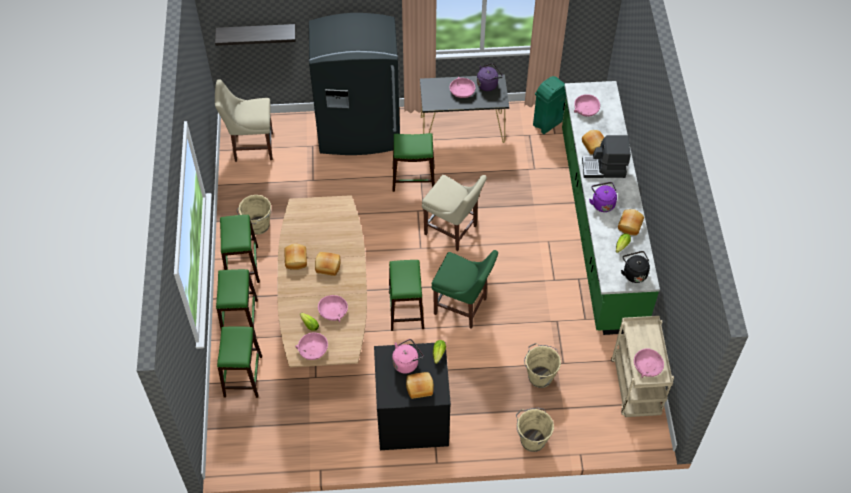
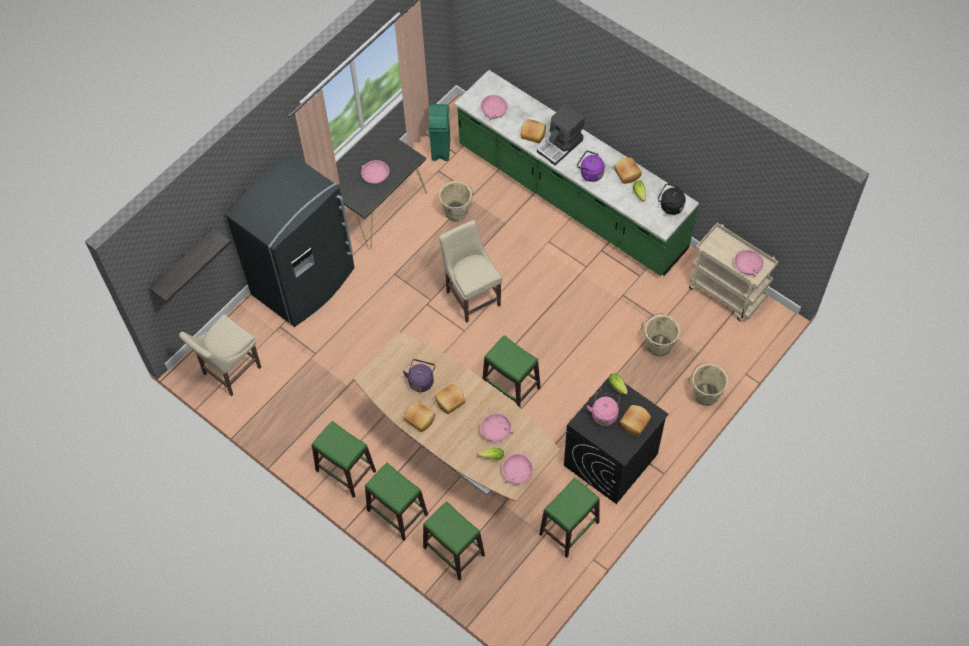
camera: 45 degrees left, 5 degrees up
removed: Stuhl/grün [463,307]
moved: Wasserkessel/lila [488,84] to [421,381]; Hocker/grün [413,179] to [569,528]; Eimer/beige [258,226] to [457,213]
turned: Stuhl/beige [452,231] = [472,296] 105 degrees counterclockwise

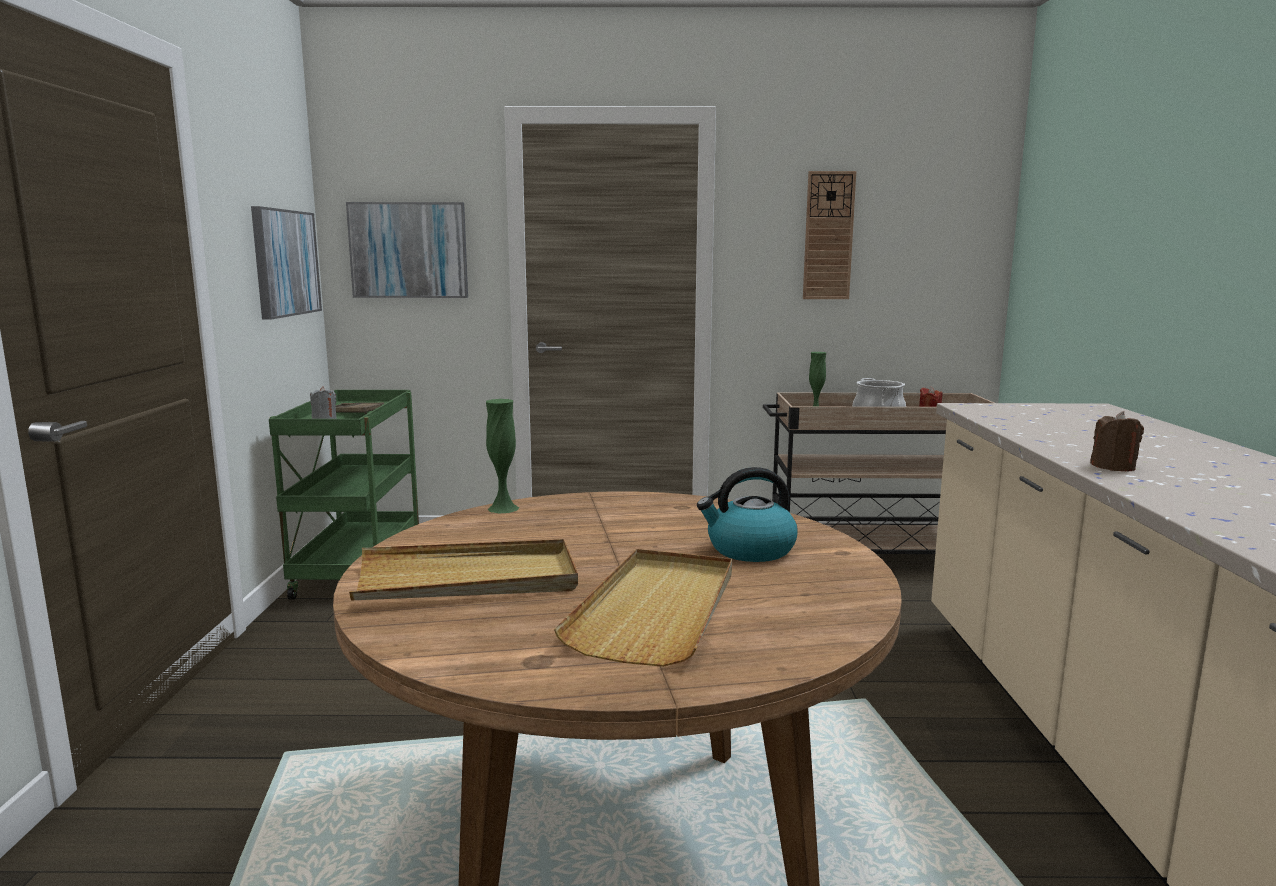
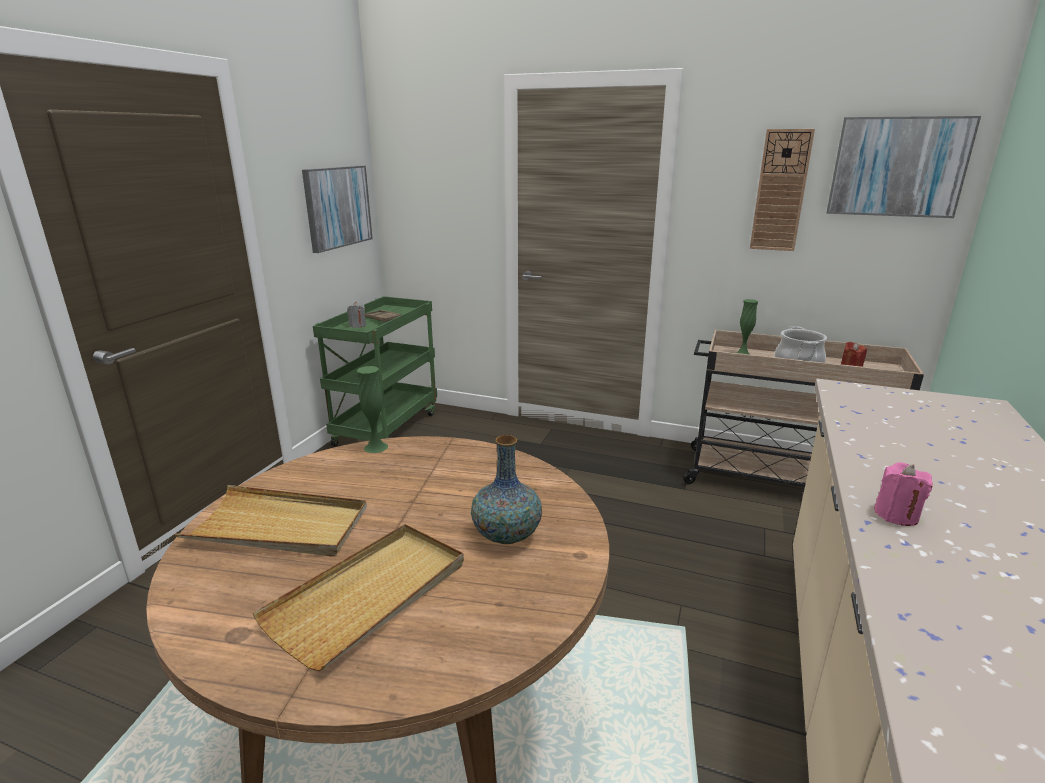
camera: 20 degrees right, 10 degrees up
moved: Bild [409,250] to [898,167]
replaced: Wasserkessel [749,550] to Vase [507,535]
recoloured: Kerze/braun [1113,467] to Kerze/rosa [896,515]

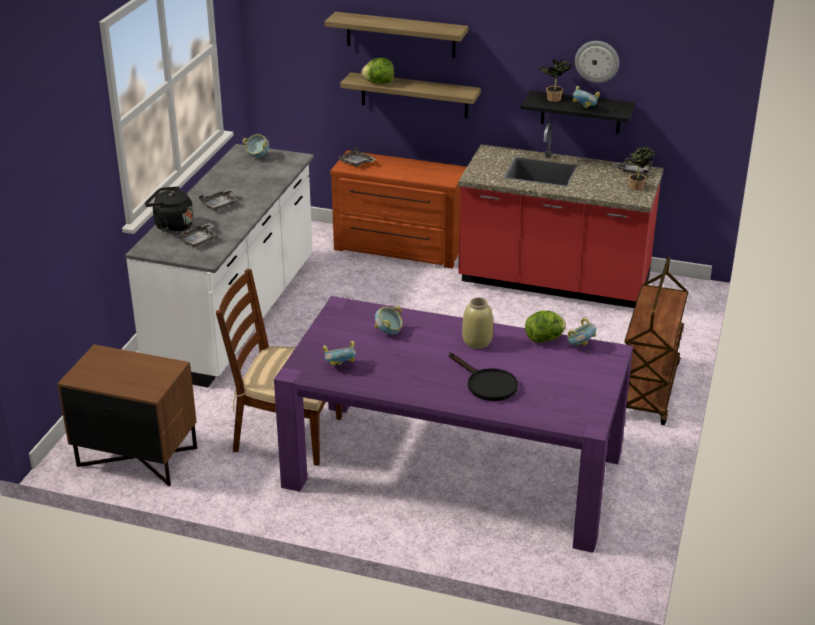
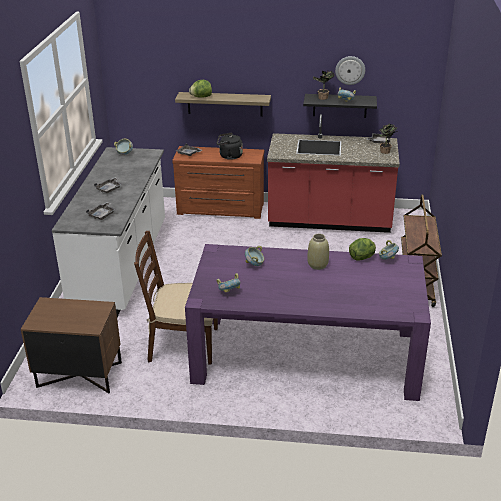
camera: 10 degrees left, 0 degrees up
removed: Wandregal [400,35]; Pfanne/schwarz [487,384]
moved: Wasserkessel/schwarz [171,226] to [229,156]

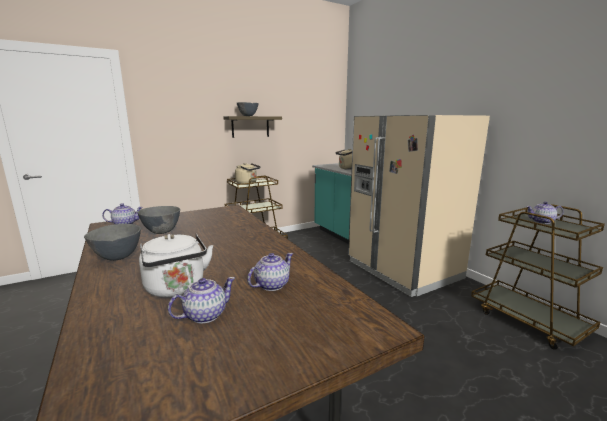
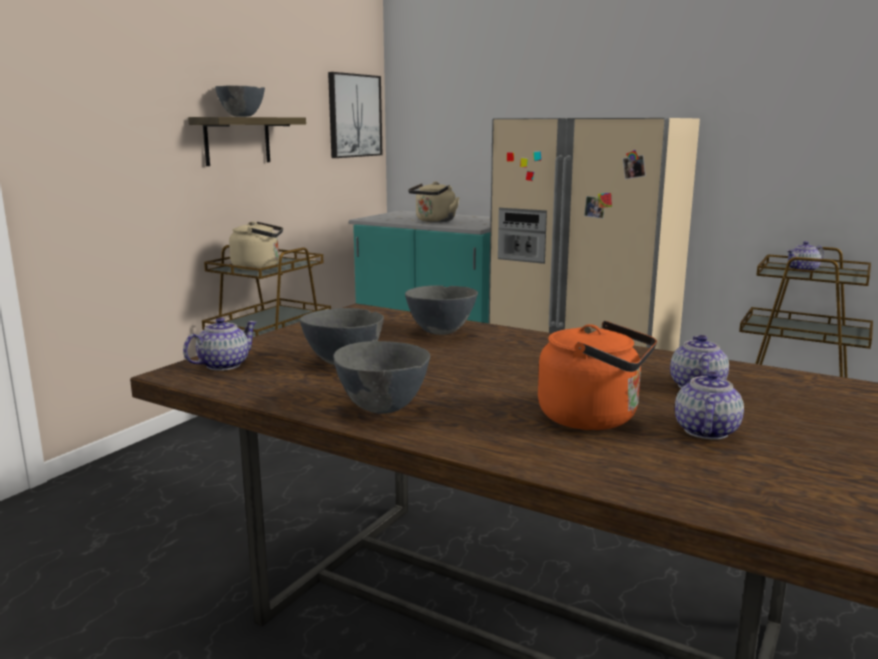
camera: 30 degrees left, 0 degrees up
added: Bild [354,116]; Schüssel/grau [440,332]
recoloured: Wasserkessel/weiß [177,288] to Wasserkessel/orange [594,418]

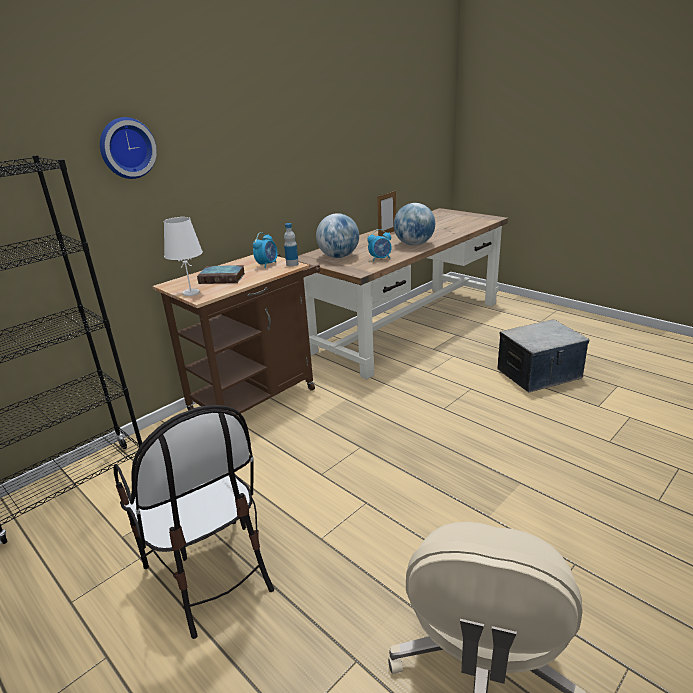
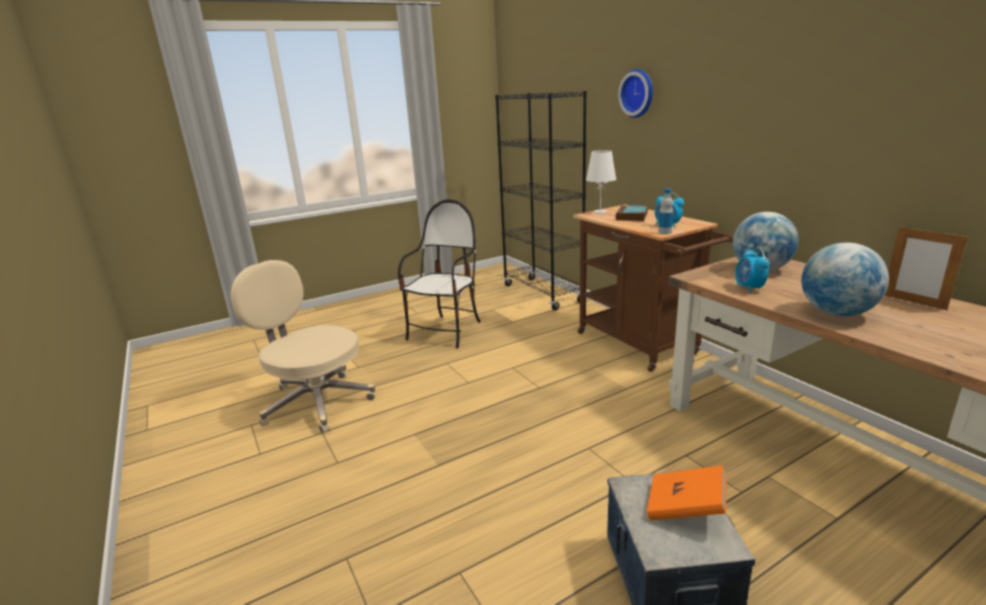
camera: 105 degrees right, 5 degrees down
added: Buch/orange [685,509]
turned: Stuhl [209,574] = [446,332] 135 degrees clockwise

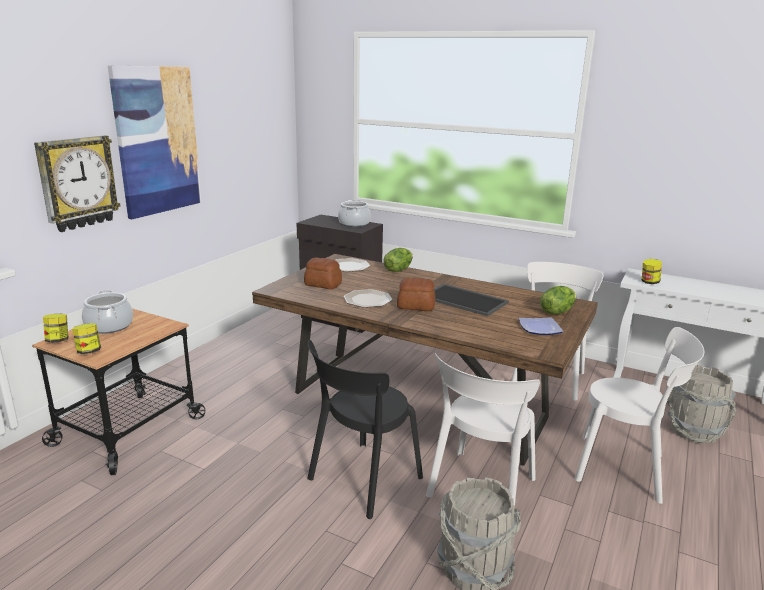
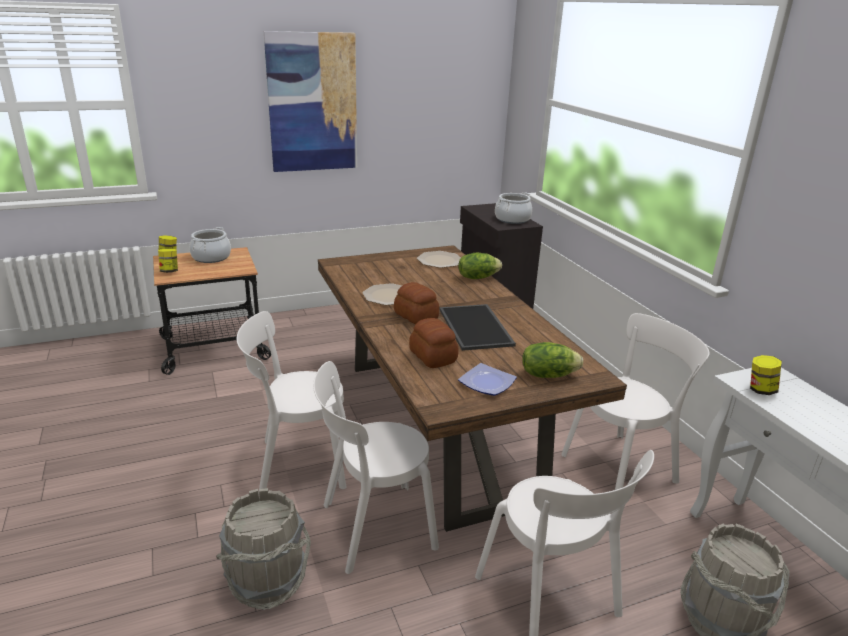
camera: 40 degrees right, 5 degrees up
removed: Wanduhr [77,183]
moved: Brot [323,285] to [432,357]
recoloured: Stuhl/schwarz [361,480] to Stuhl/weiß [297,463]

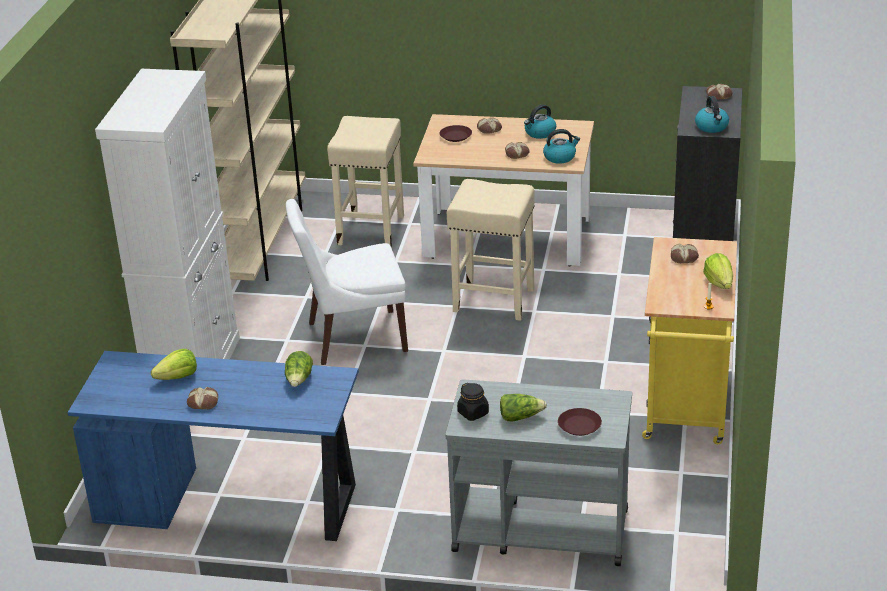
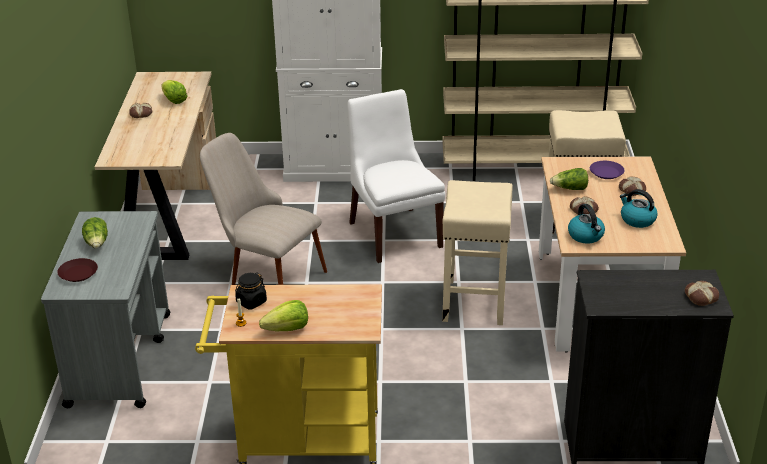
camera: 80 degrees right, 0 degrees up
removed: Wasserkessel [712,127]; Brot [684,257]
added: Stuhl/beige [266,275]
moved: Salatkopf [299,380] to [570,189]; Vorratsglas/schwarz [473,413] to [251,302]
recoloured: Teller/braun [455,136] to Teller/lila [606,173]; Schreibtisch/blau [231,503] to Schreibtisch/beige [169,209]

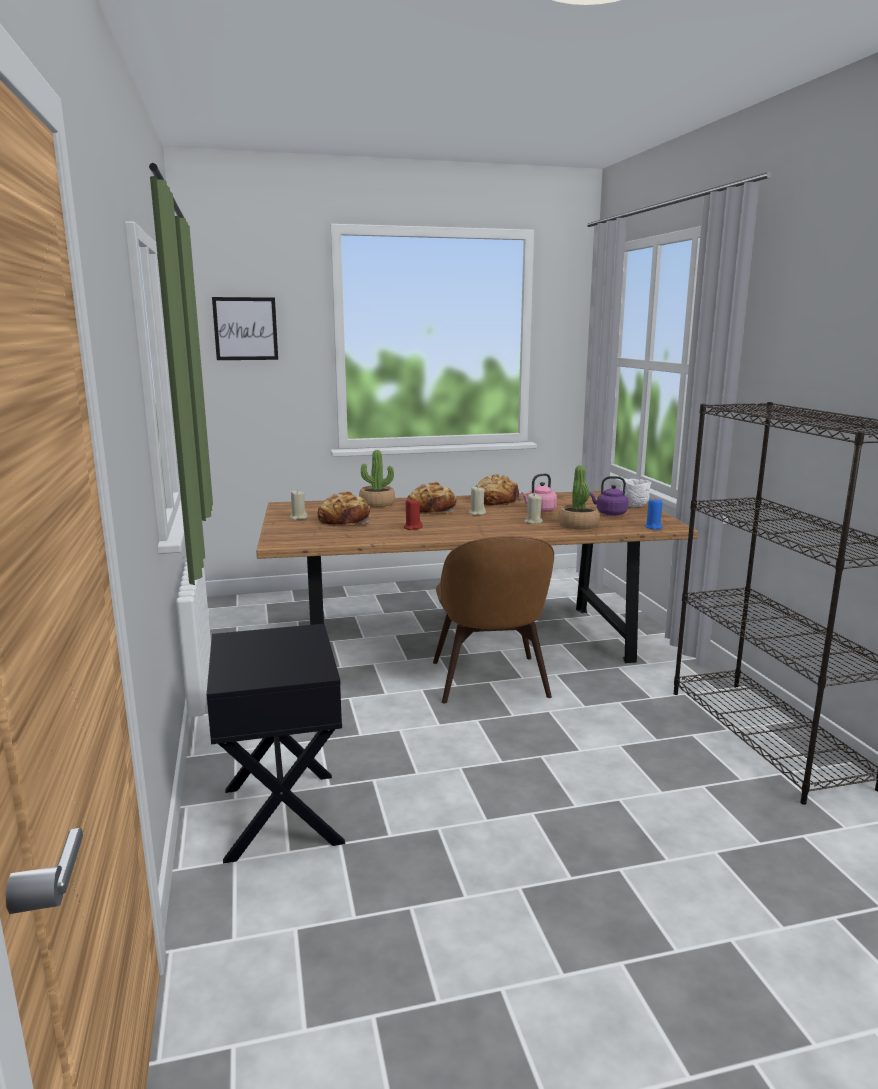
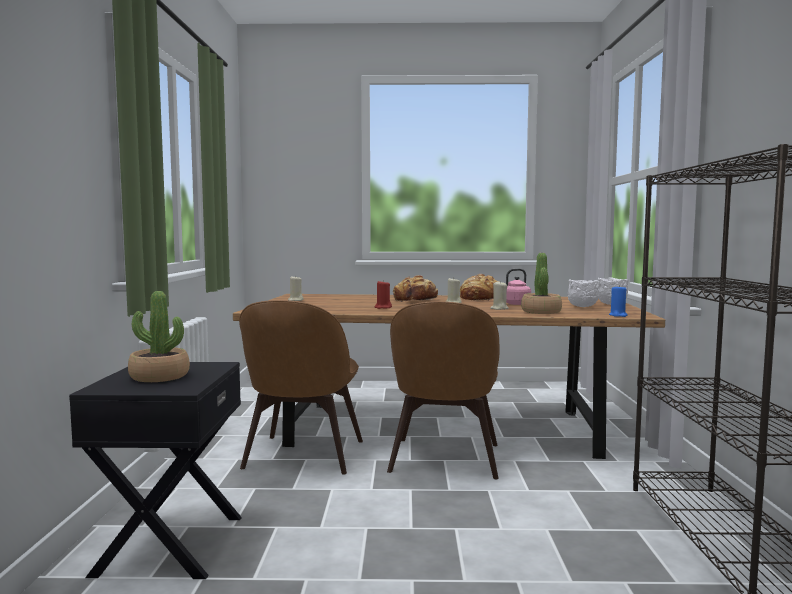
camera: 15 degrees right, 10 degrees down
removed: Bild [245,329]; Brot [345,521]
added: Stuhl/braun [303,456]
moved: Topfpflanze [377,504] to [159,376]
replaced: Wasserkessel/lila [609,513] to Schüssel/weiß [582,307]

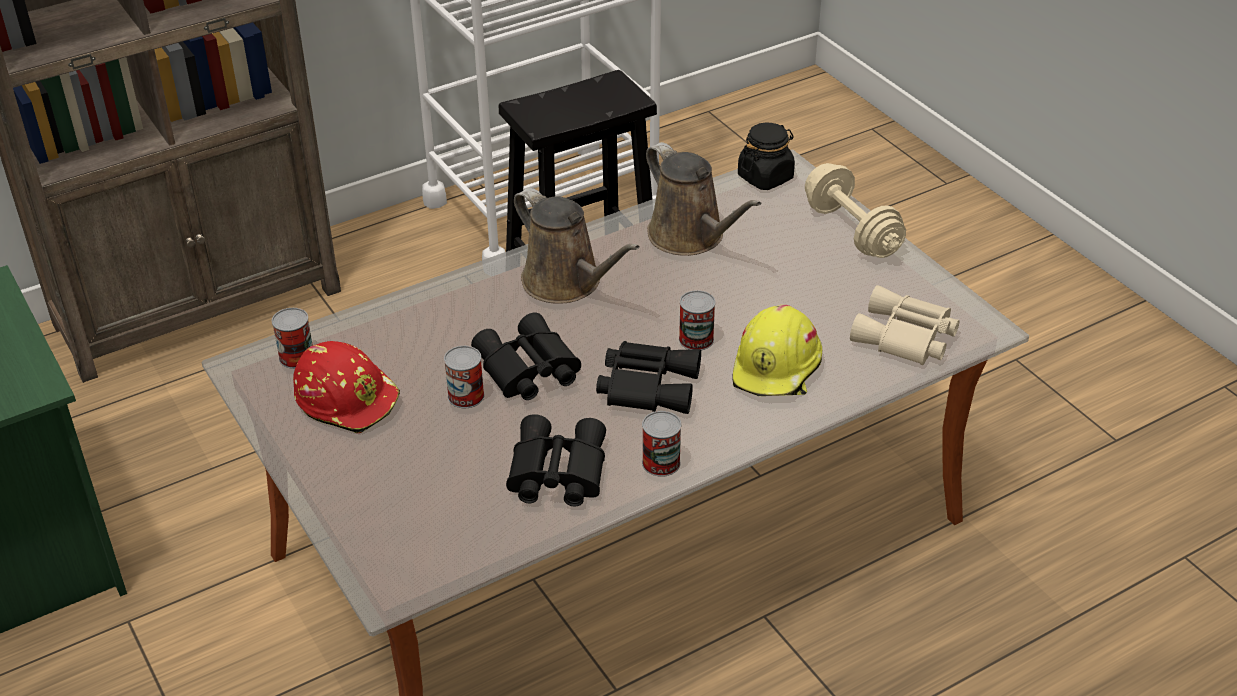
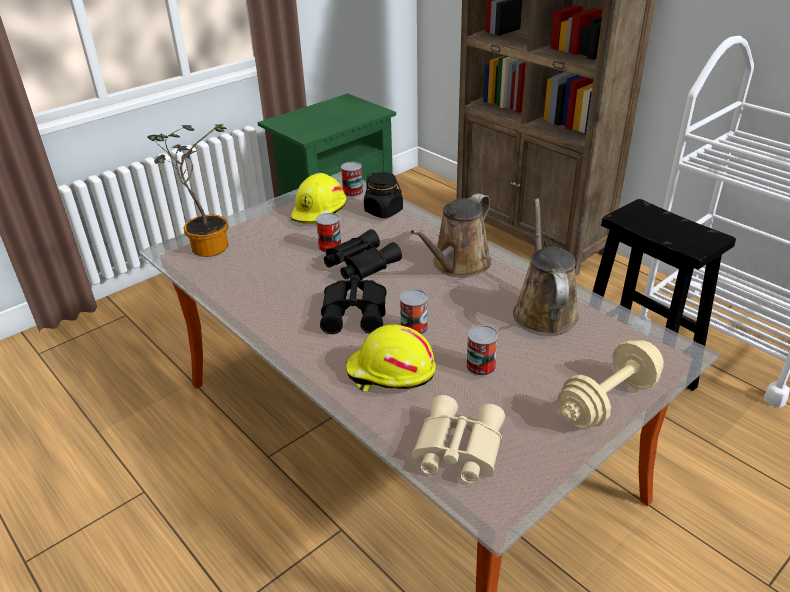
camera: 80 degrees right, 5 degrees down
removed: Fernglas/schwarz [555,473]
added: Topfpflanze [206,245]
moved: Vorratsglas/schwarz [765,177] to [384,211]; Dose [661,463] to [481,366]
recoloured: Schutzhelm/rot [348,398] to Schutzhelm/gelb [320,212]
turned: Gießkanne/braun [691,237] = [543,310] 135 degrees clockwise

